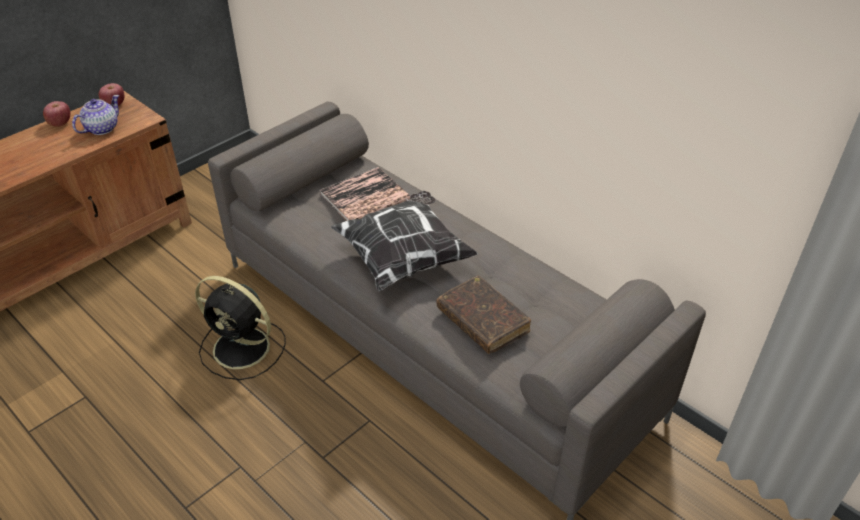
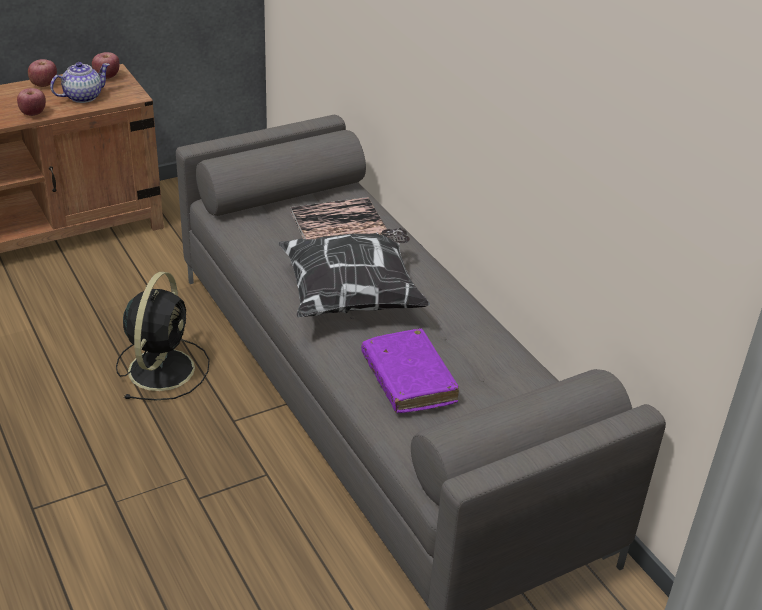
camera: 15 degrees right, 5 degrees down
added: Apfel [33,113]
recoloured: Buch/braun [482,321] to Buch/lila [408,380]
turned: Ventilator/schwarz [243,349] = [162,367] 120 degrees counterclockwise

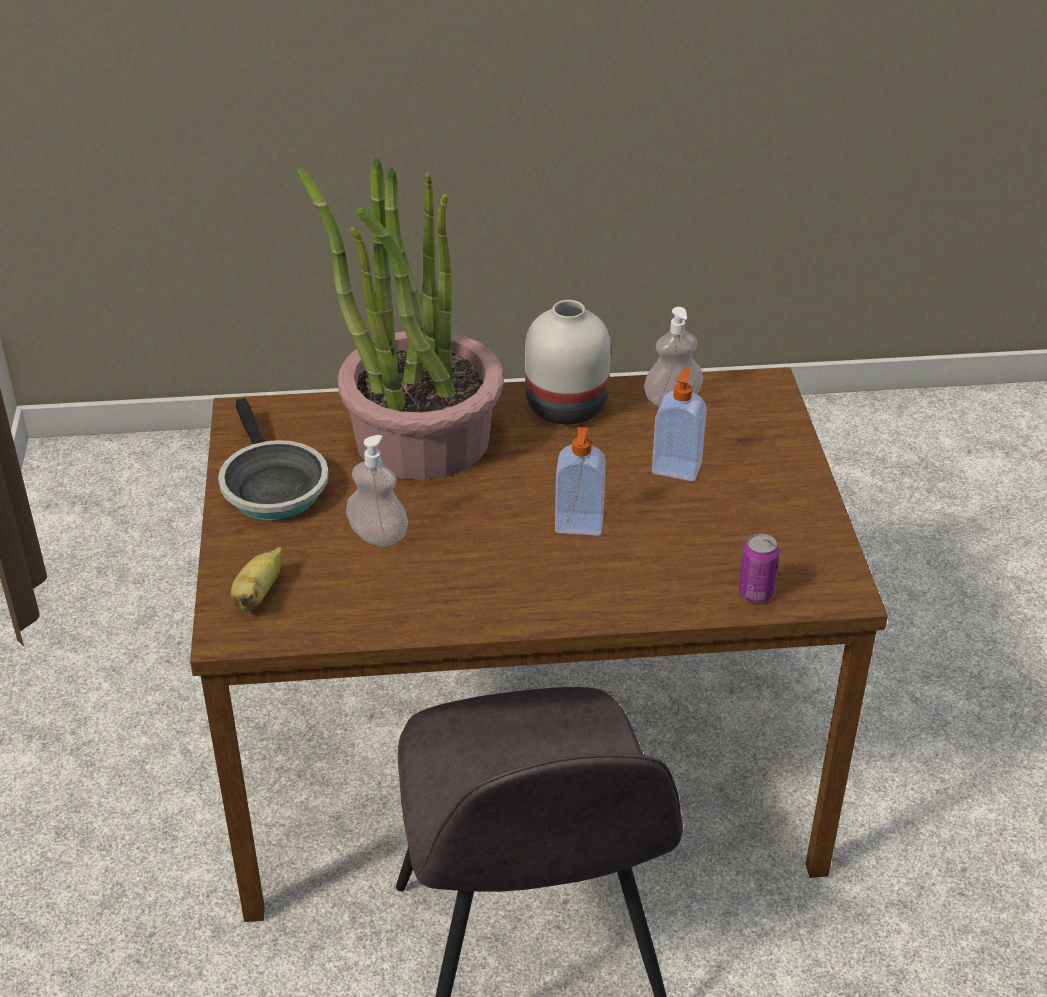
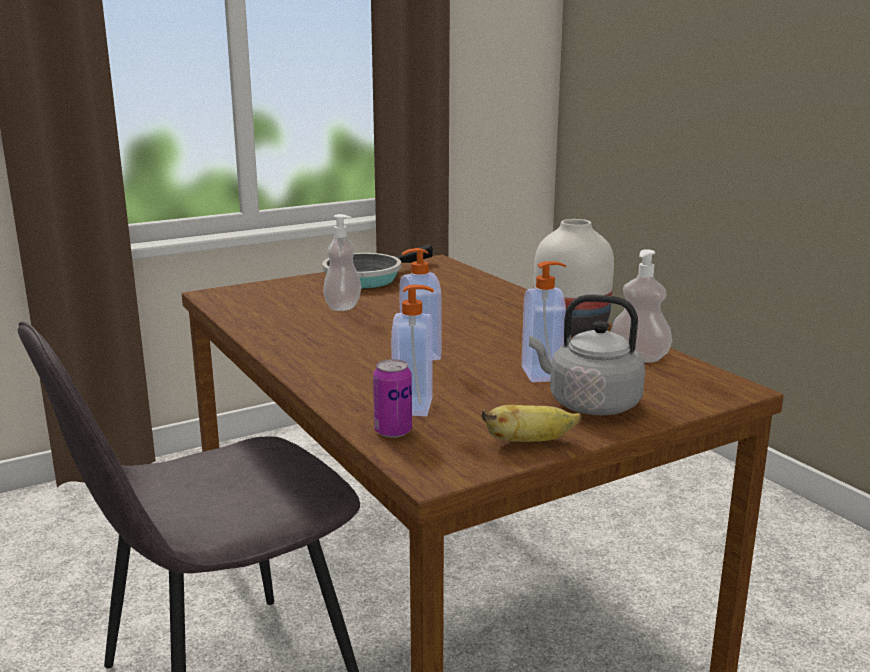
camera: 65 degrees right, 20 degrees down
removed: Topfpflanze [420,438]
added: Seifenspender [415,406]; Wasserkessel/grau [588,404]
moved: Banane [258,594] to [529,442]

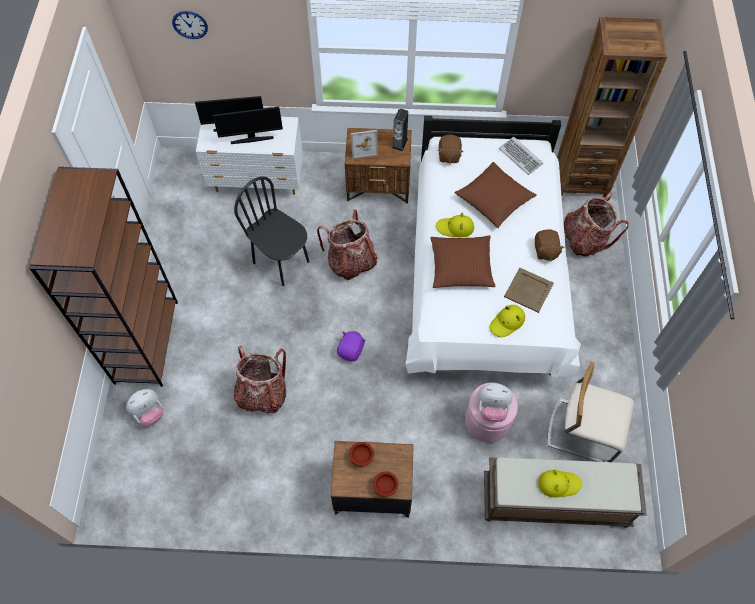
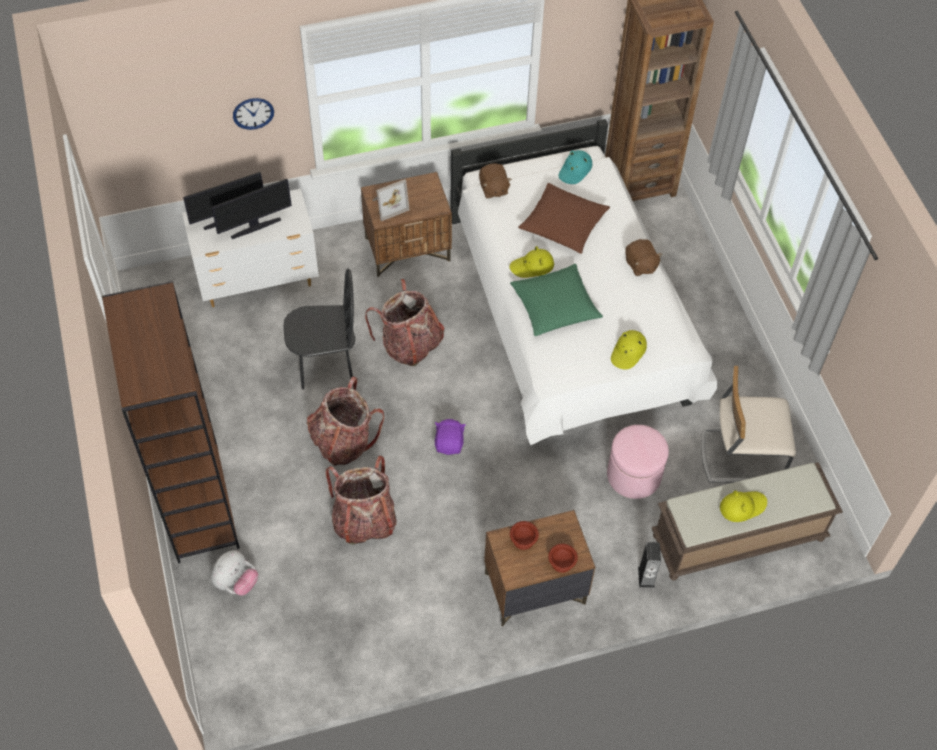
camera: 20 degrees left, 5 degrees down
removed: Tablett/beige [529,290]; Plüschtier [492,408]
moved: Wanduhr [190,24] to [253,113]; Lautsprecher [400,143] to [646,577]; Rucksack [585,239] to [343,441]
replaced: Tastatur [521,157] to Hut/türkis [575,170]
recoloured: Kissen/braun [461,266] to Kissen/grün [555,306]
turned: Stuhl/schwarz [281,262] = [326,367] 150 degrees clockwise

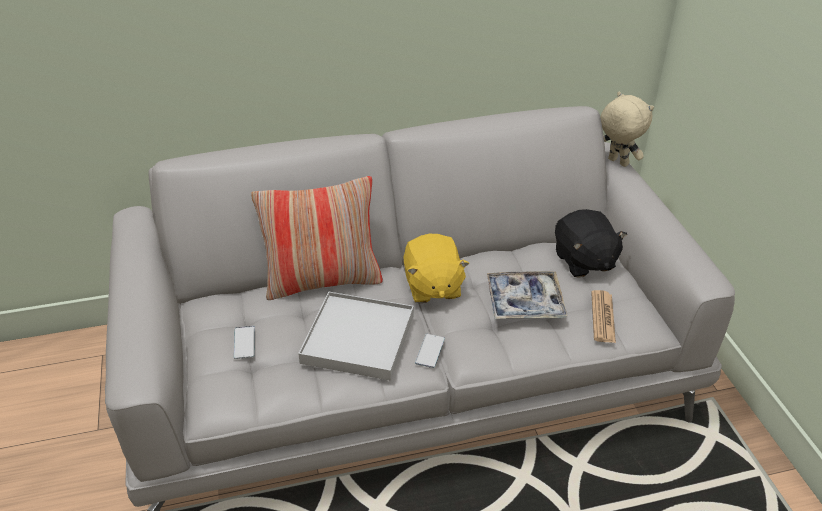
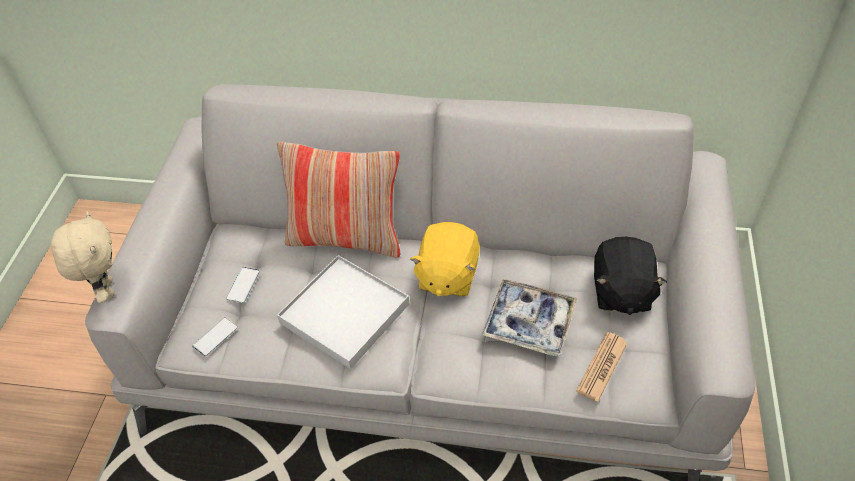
camera: 25 degrees right, 10 degrees up
moved: Plüschtier/beige [617,162] to [106,290]; Handy [430,351] to [215,337]

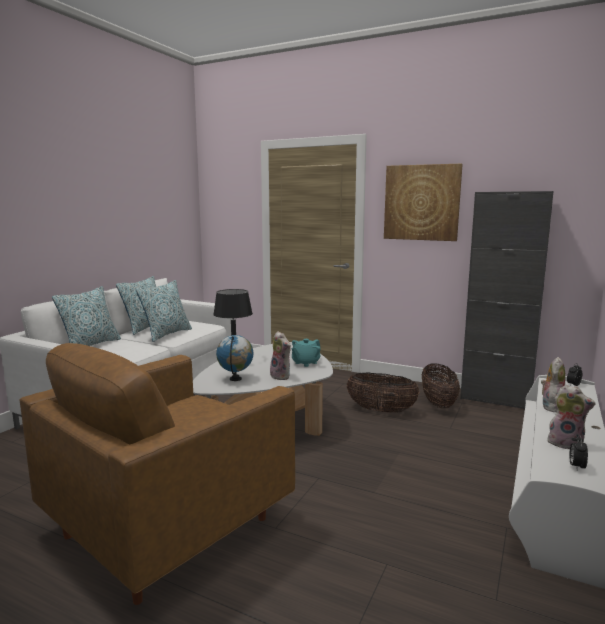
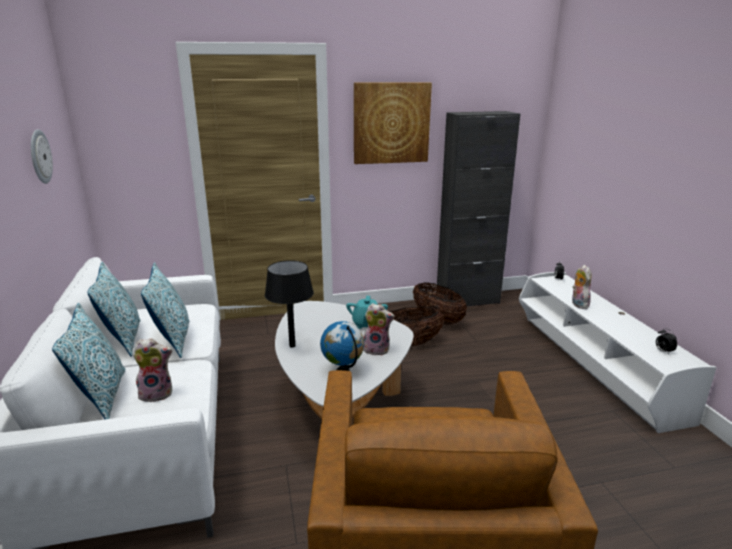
camera: 40 degrees left, 10 degrees up
added: Wanduhr [39,156]
moved: Plüschtier [566,443] to [157,393]

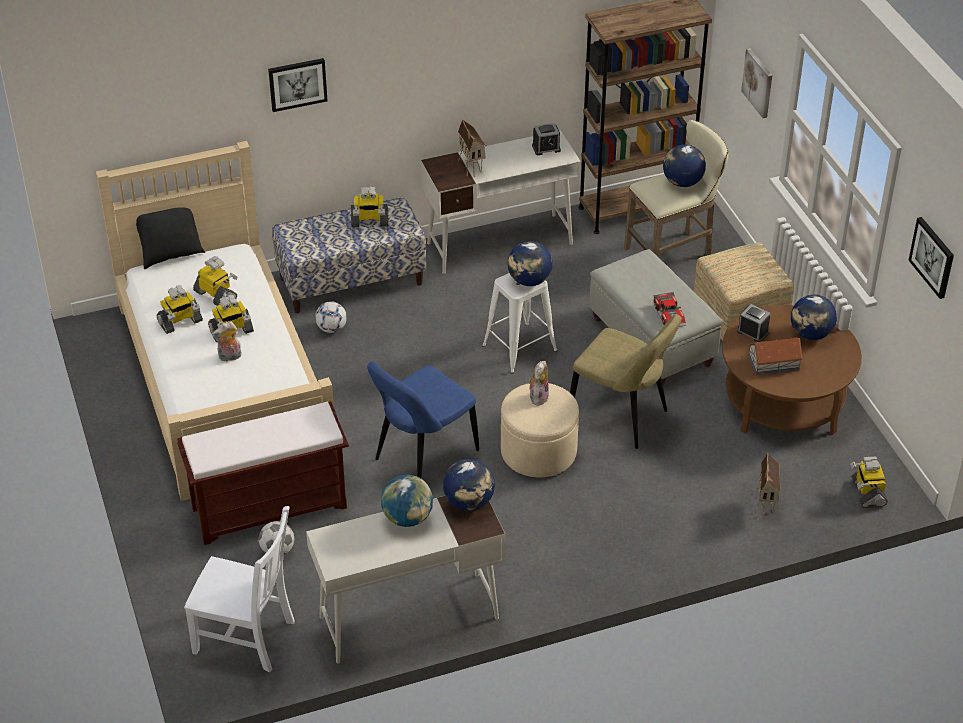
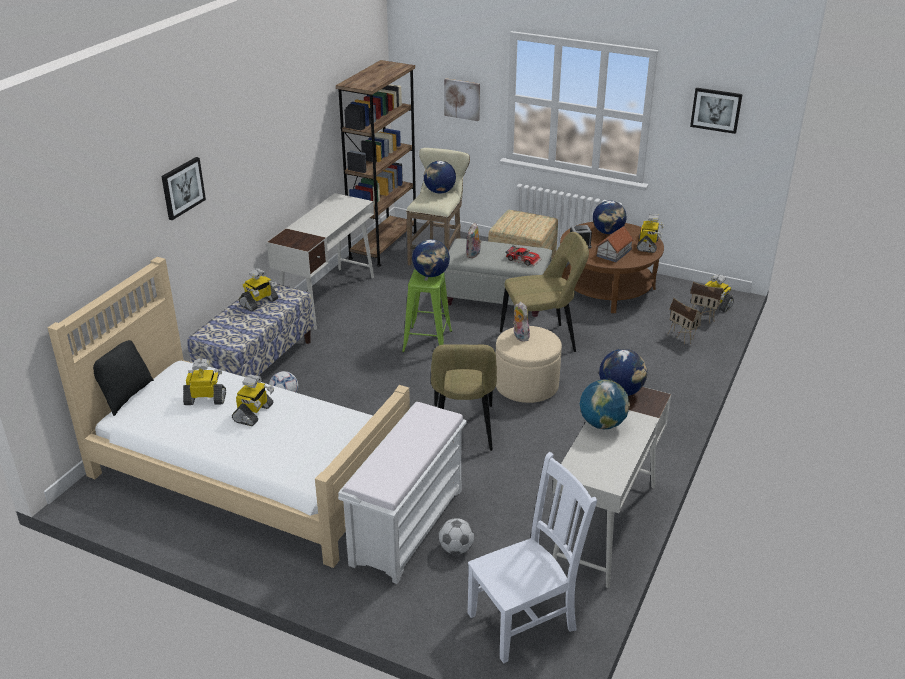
camera: 45 degrees left, 10 degrees down
removed: Wecker [546,148]
moved: Spielzeughaus [471,168] to [702,318]; Spielzeugroboter [180,322] to [648,245]; Plüschtier [229,357] to [473,255]
recoloured: Hocker/weiß [519,348] to Hocker/grün [427,341]; Stuhl/blau [423,457] to Stuhl/beige [463,430]; Bank/braun [270,506] to Bank/weiß [407,525]

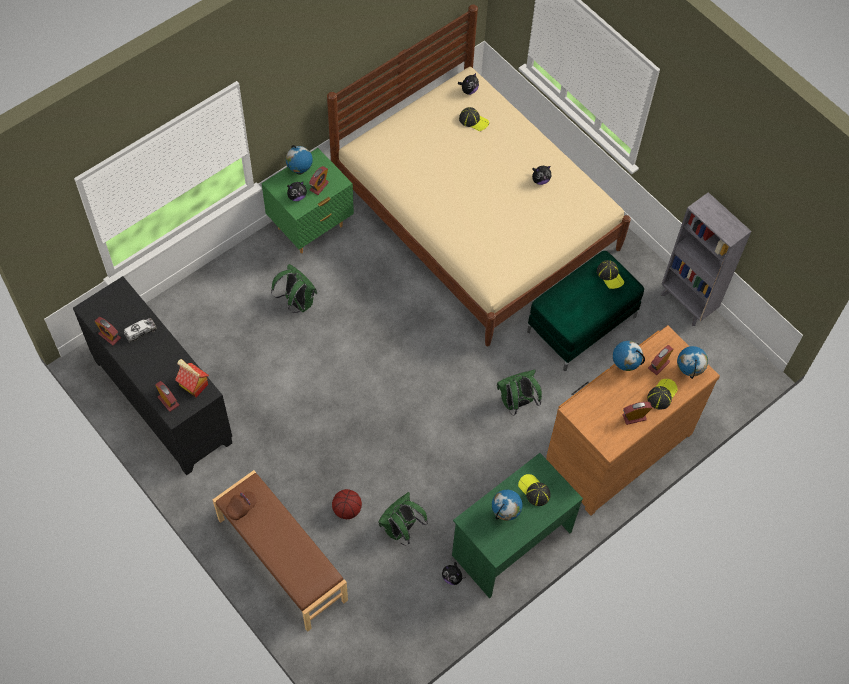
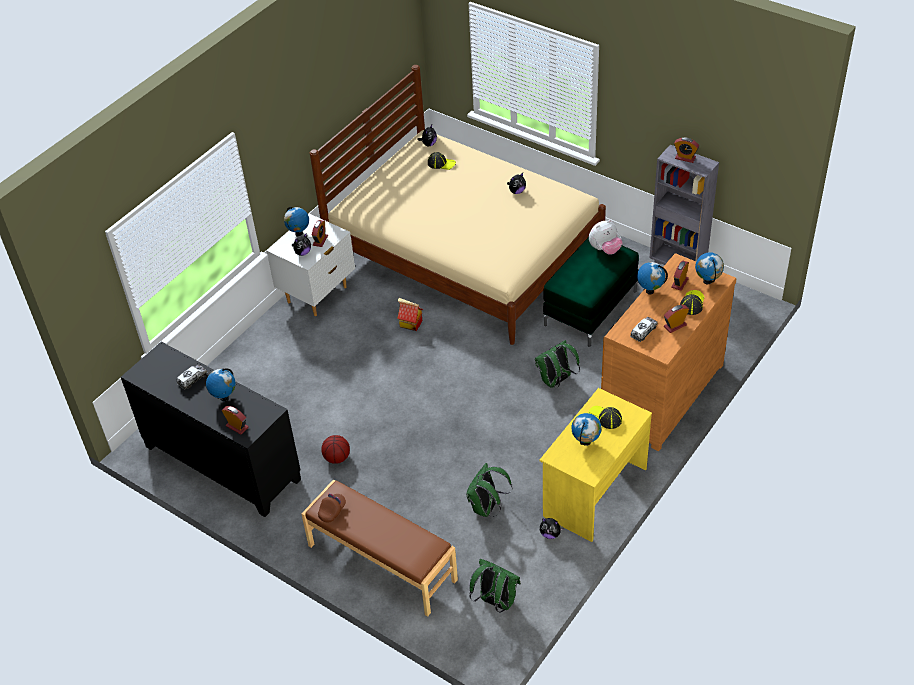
camera: 10 degrees left, 15 degrees down
added: Spielzeuglaster [643,332]; Globus [224,397]
moved: Rucksack/grün [297,302] to [495,601]; Wecker [109,336] to [685,158]; Spielzeughaus [193,385] to [410,324]; Basketball [346,510] to [337,458]
replaced: Kappe [610,275] to Plüschtier [605,249]
recoloured: Nachttisch/grün [311,227] to Nachttisch/weiß [318,295]; Schreibtisch/grün [510,542] to Schreibtisch/gelb [593,492]

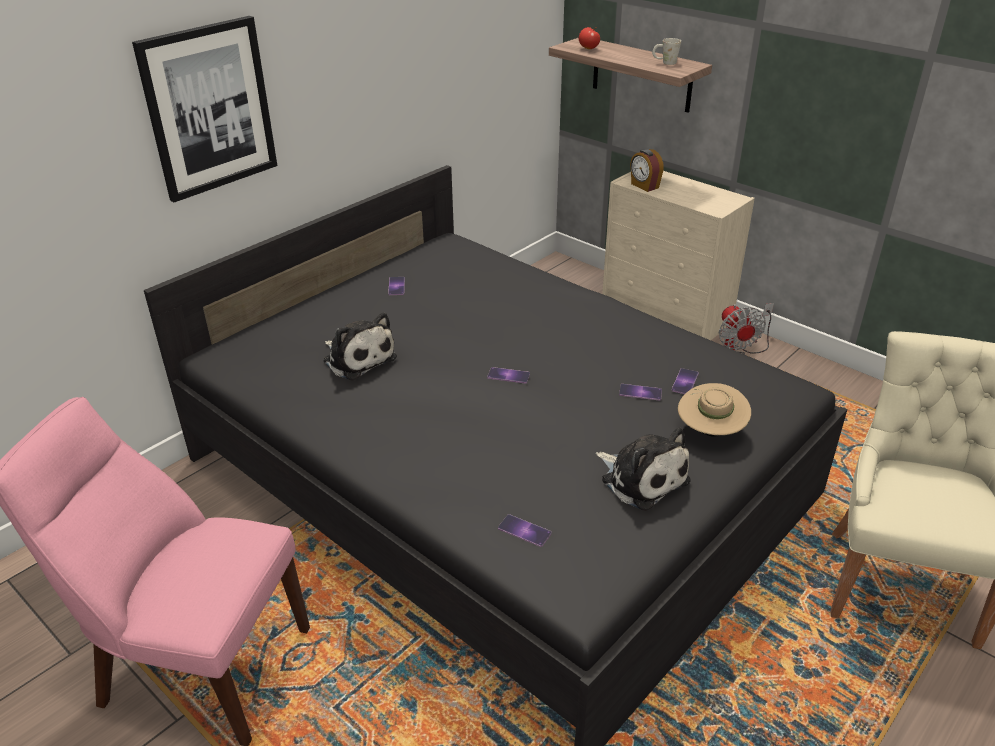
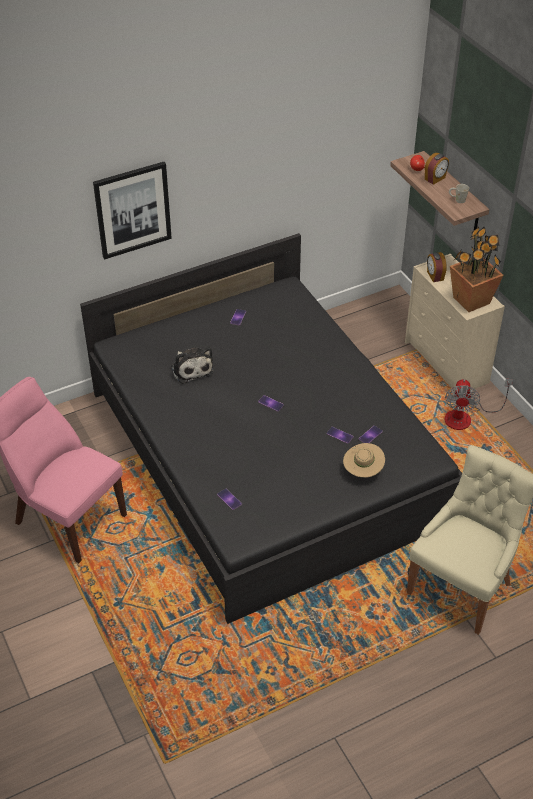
camera: 20 degrees right, 10 degrees up
removed: Plüschtier [641,478]
added: Wecker [435,179]; Topfpflanze [471,300]

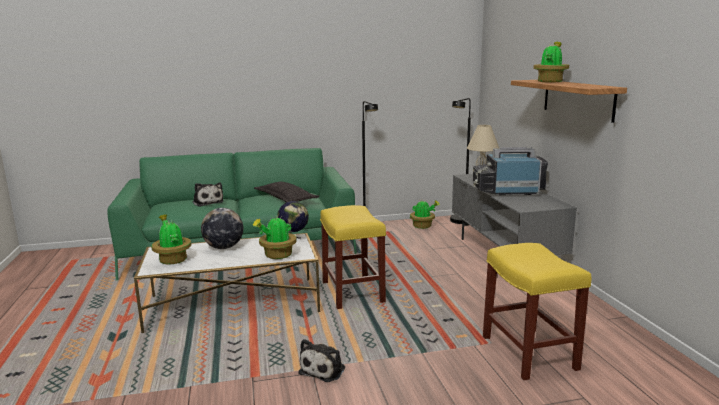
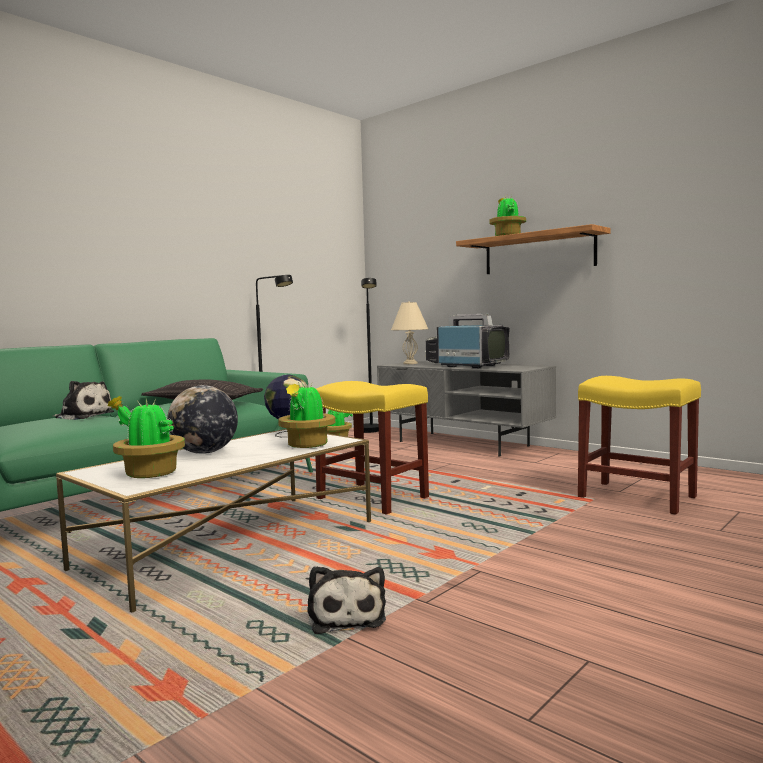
camera: 35 degrees left, 10 degrees down
moved: Plüschtier [324,369] to [346,616]
turned: Fernseher [507,191] = [466,366] 75 degrees clockwise

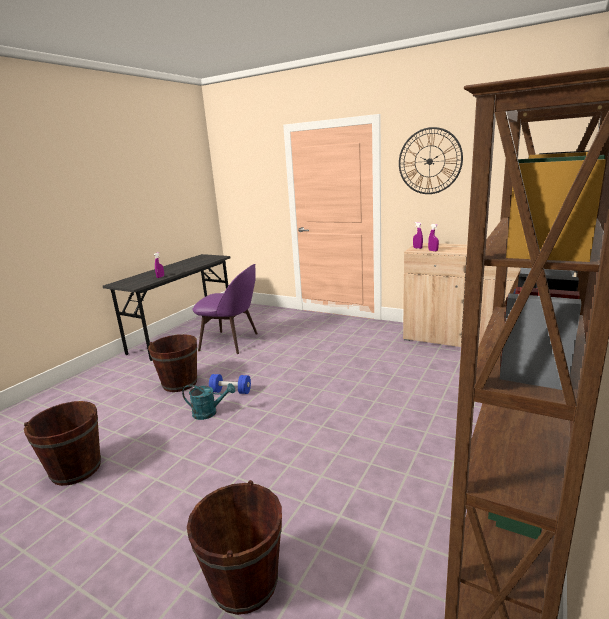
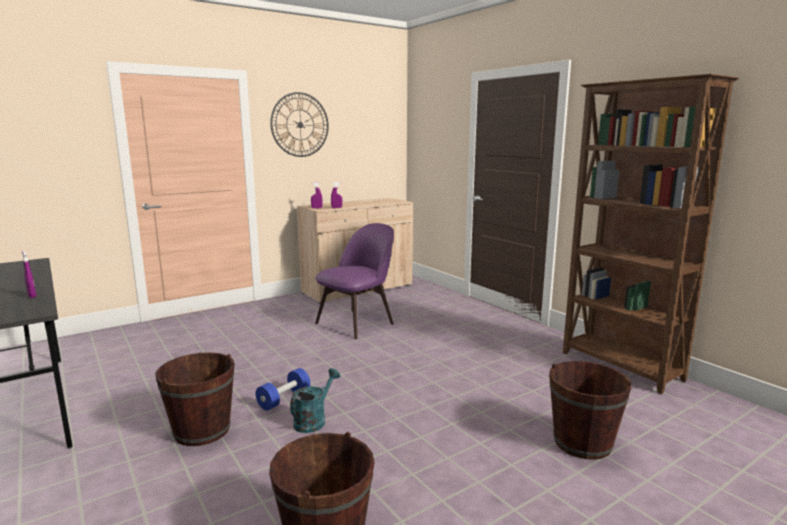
camera: 65 degrees left, 5 degrees down
moved: Stuhl/lila [231,342] to [357,322]

